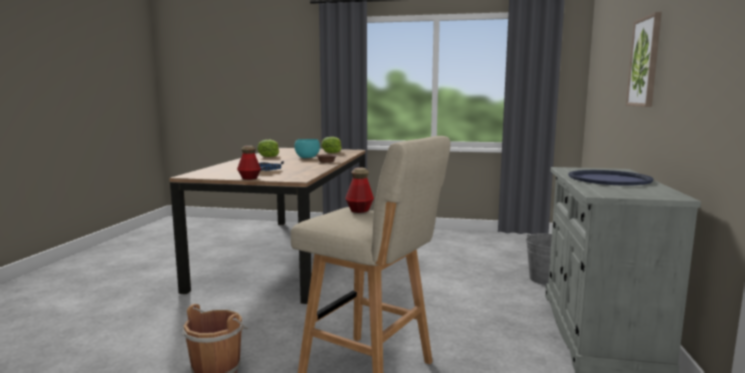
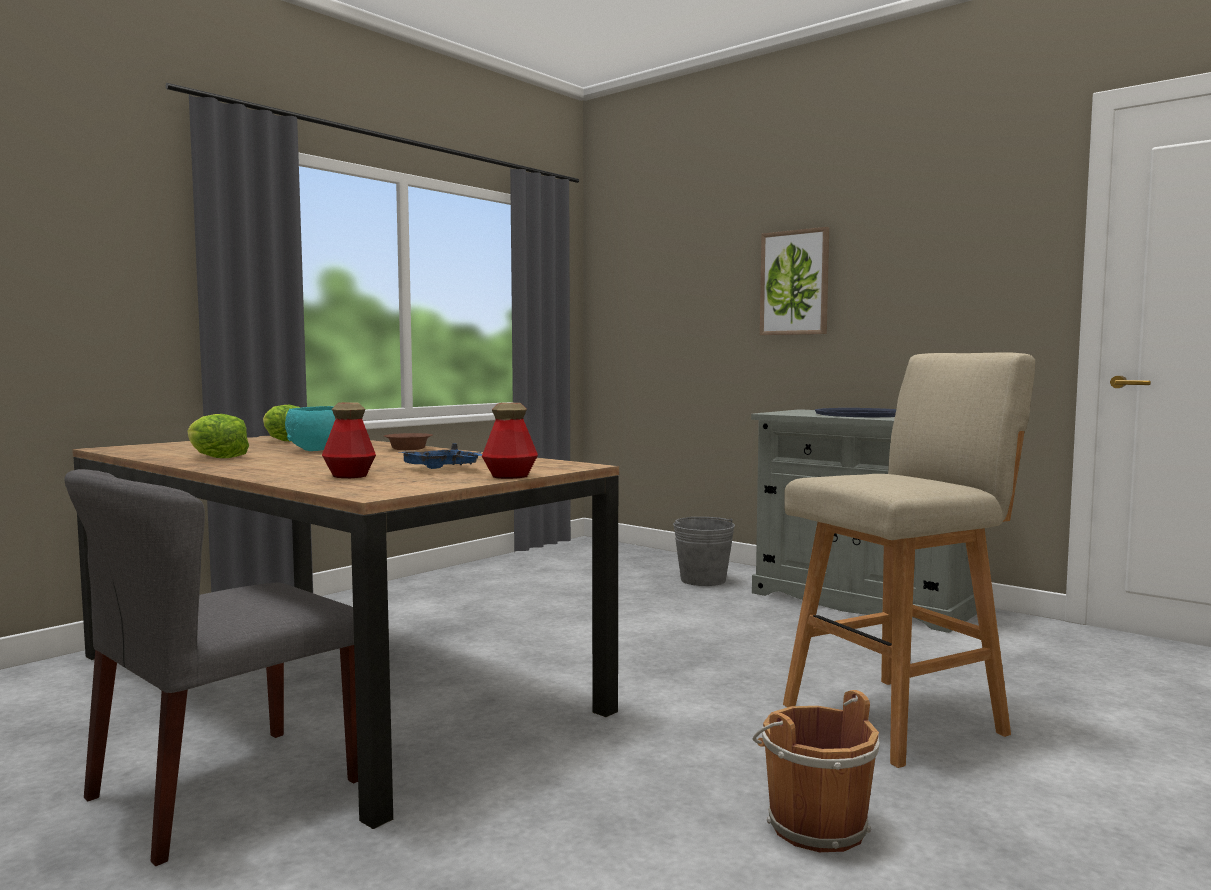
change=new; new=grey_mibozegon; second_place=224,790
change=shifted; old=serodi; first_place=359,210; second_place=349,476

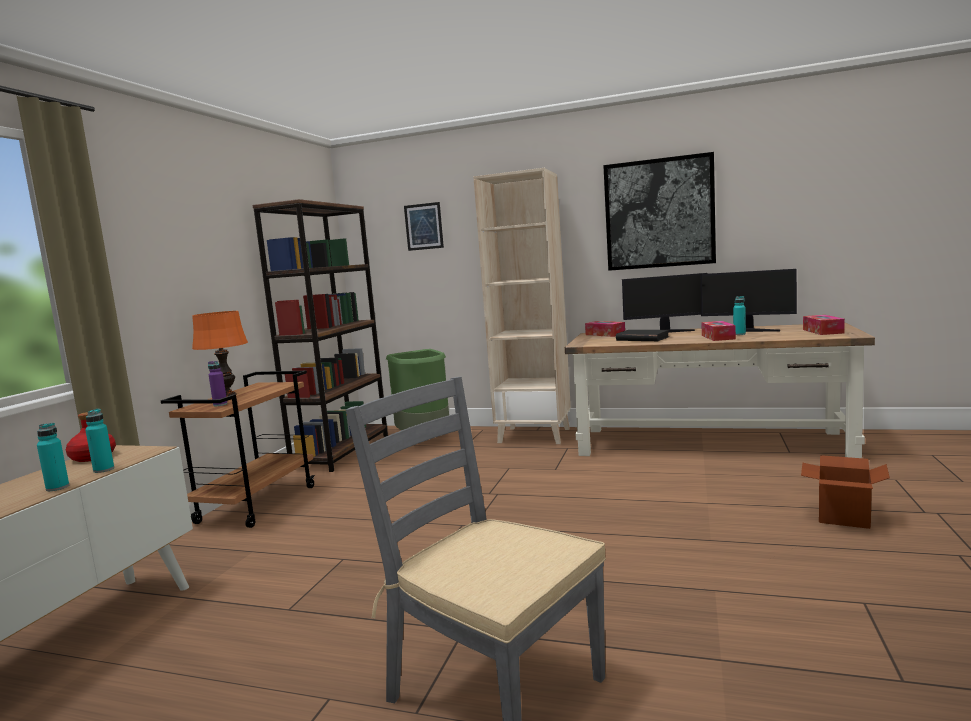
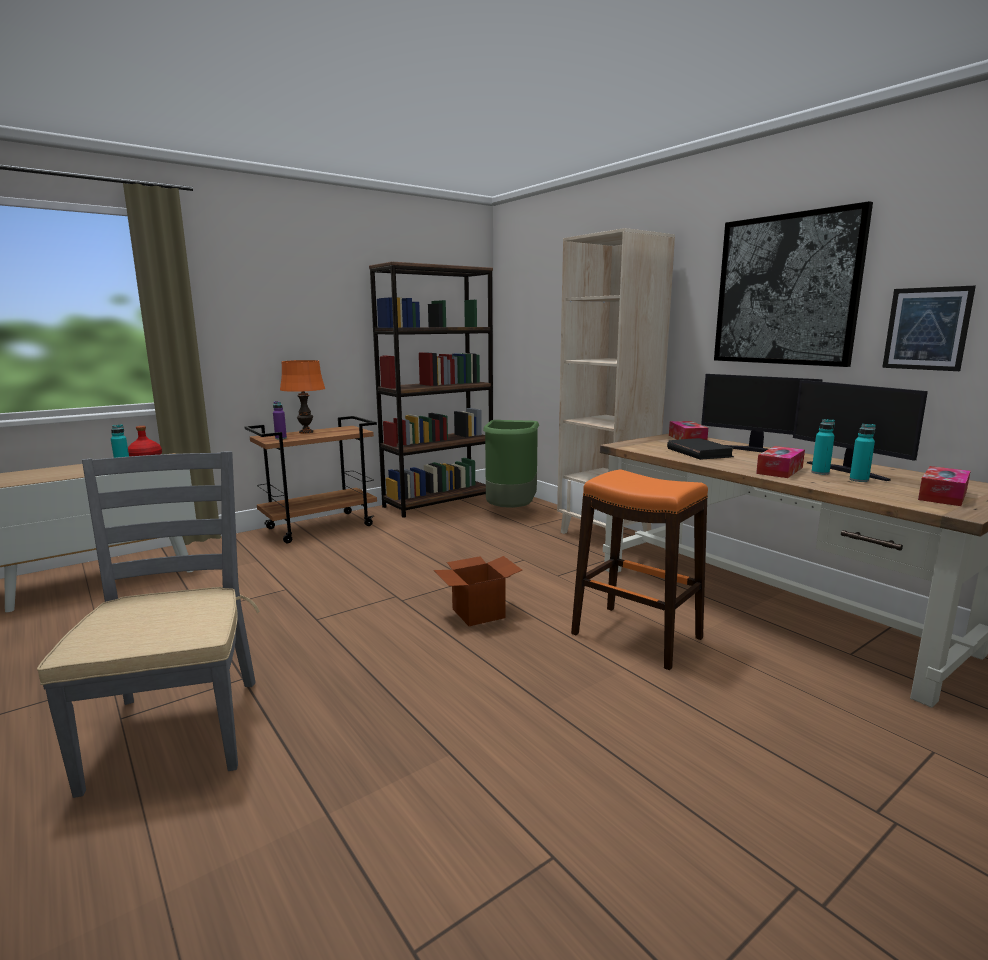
change=shifted; old=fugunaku; first_place=844,517; second_place=478,613
change=new; new=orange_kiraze; second_place=635,636
change=shifted; old=turquoise_serodi; first_place=57,487; second_place=859,480
change=shifted; old=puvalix; first_place=423,226; second_place=926,329

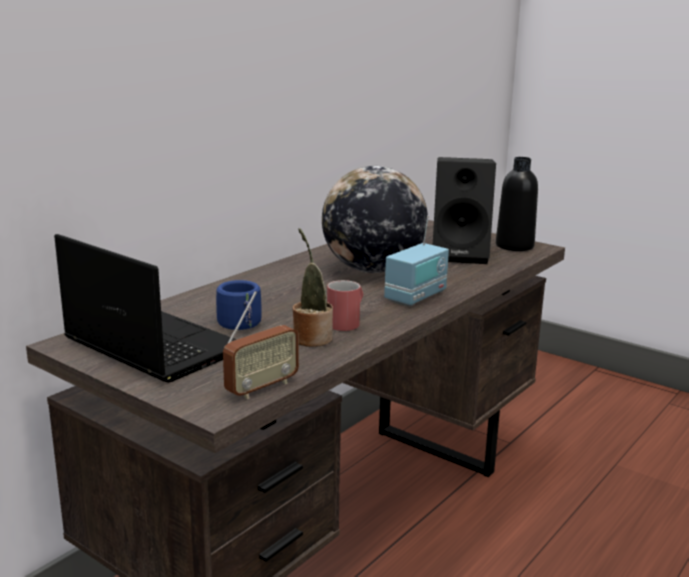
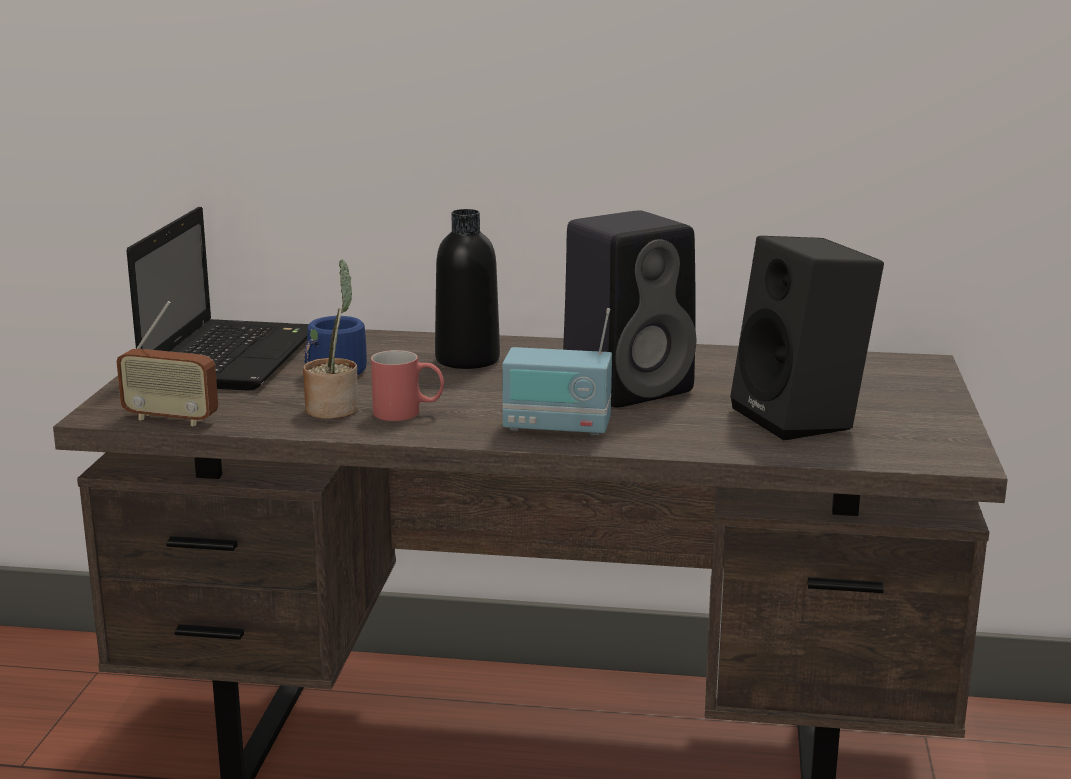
change=shifted; old=black_serodi; first_place=514,246; second_place=467,359
change=swapped; old=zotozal; new=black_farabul; first_place=372,270; second_place=630,387

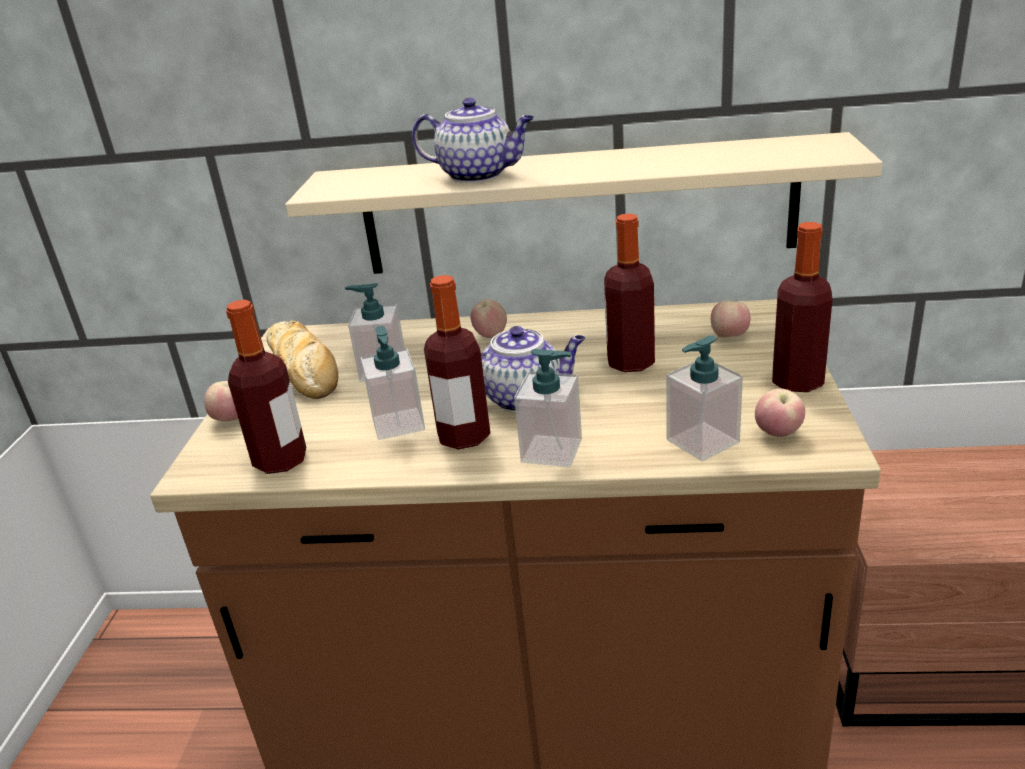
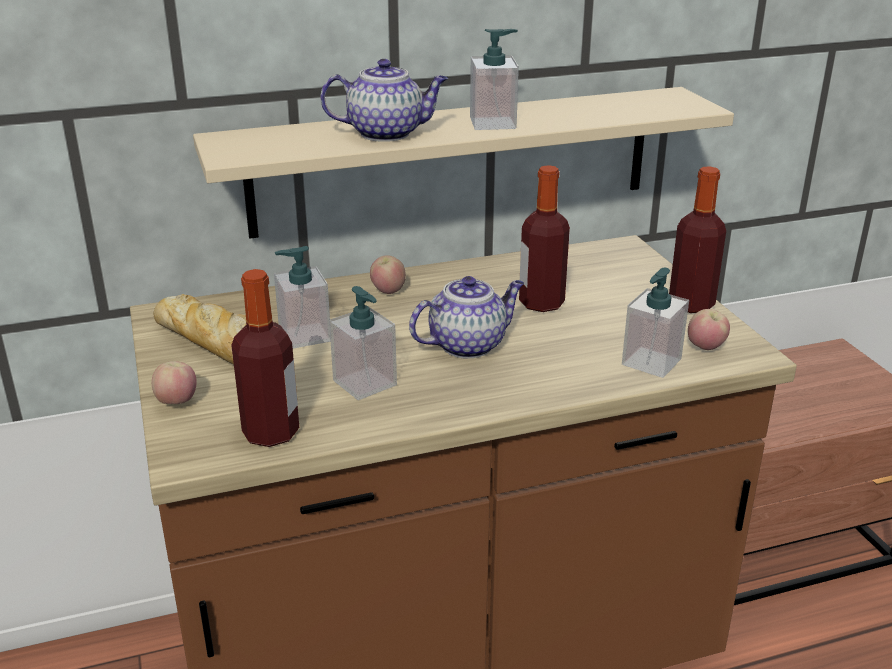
change=shifted; old=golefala; first_place=552,451; second_place=493,123
change=gone; old=serodi; first_place=464,436
change=gone; old=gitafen; first_place=729,337

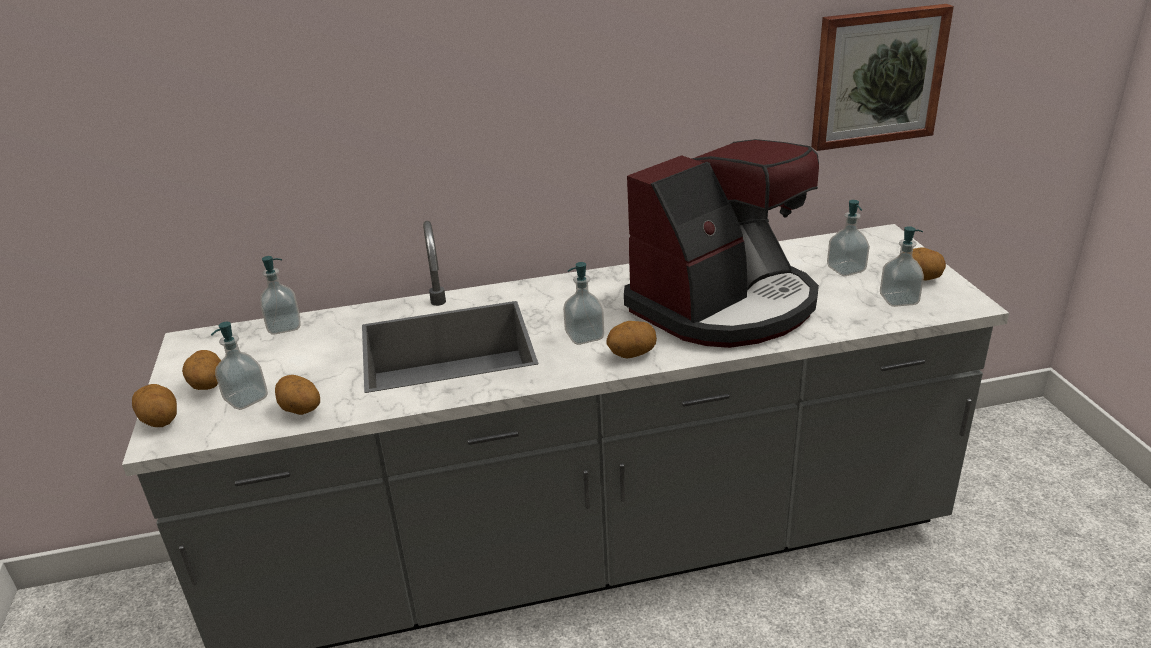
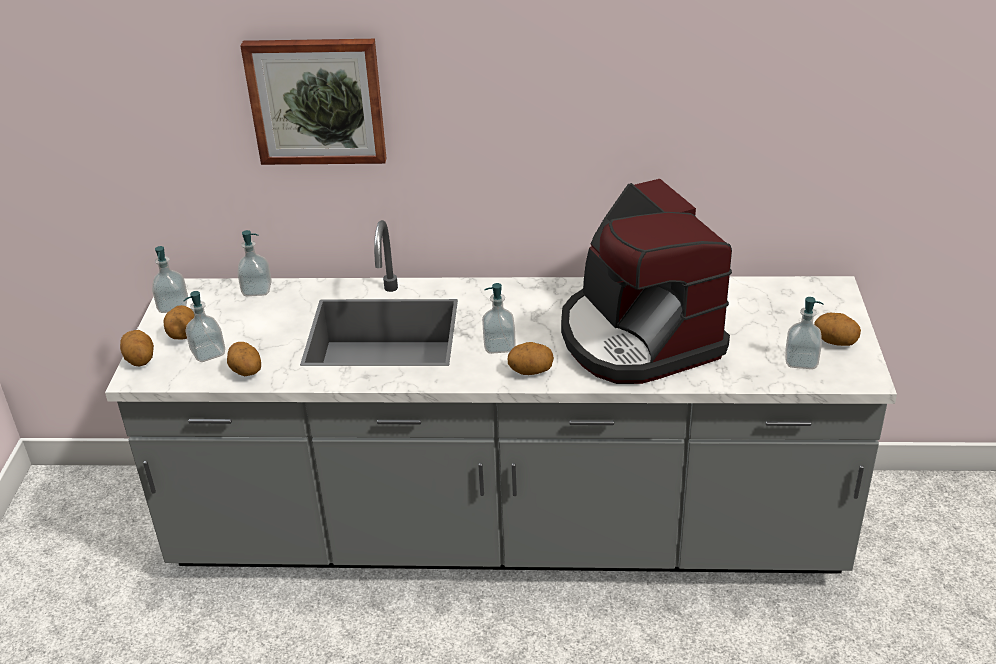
change=shifted; old=golefala; first_place=846,269; second_place=173,306
change=shifted; old=puvalix; first_place=877,77; second_place=317,100
change=rotated; old=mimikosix; first_place=725,305; second_place=637,337; degrees=90

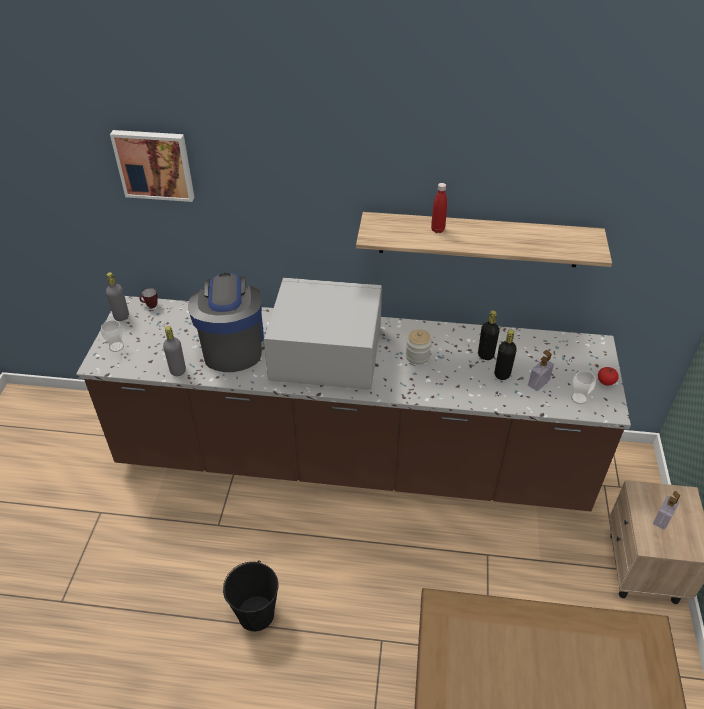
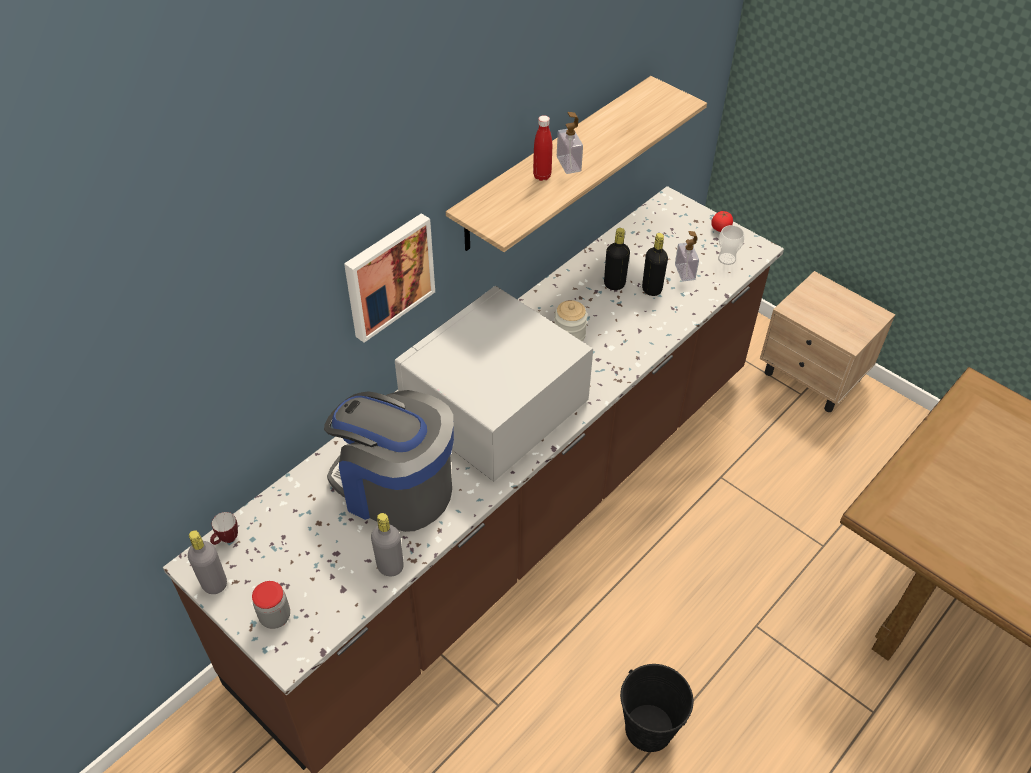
change=swapped; old=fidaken; new=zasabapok; first_place=116,347; second_place=275,617
change=shifted; old=puvalix; first_place=154,164; second_place=388,275
change=shifted; old=golefala; first_place=662,519; second_place=568,164

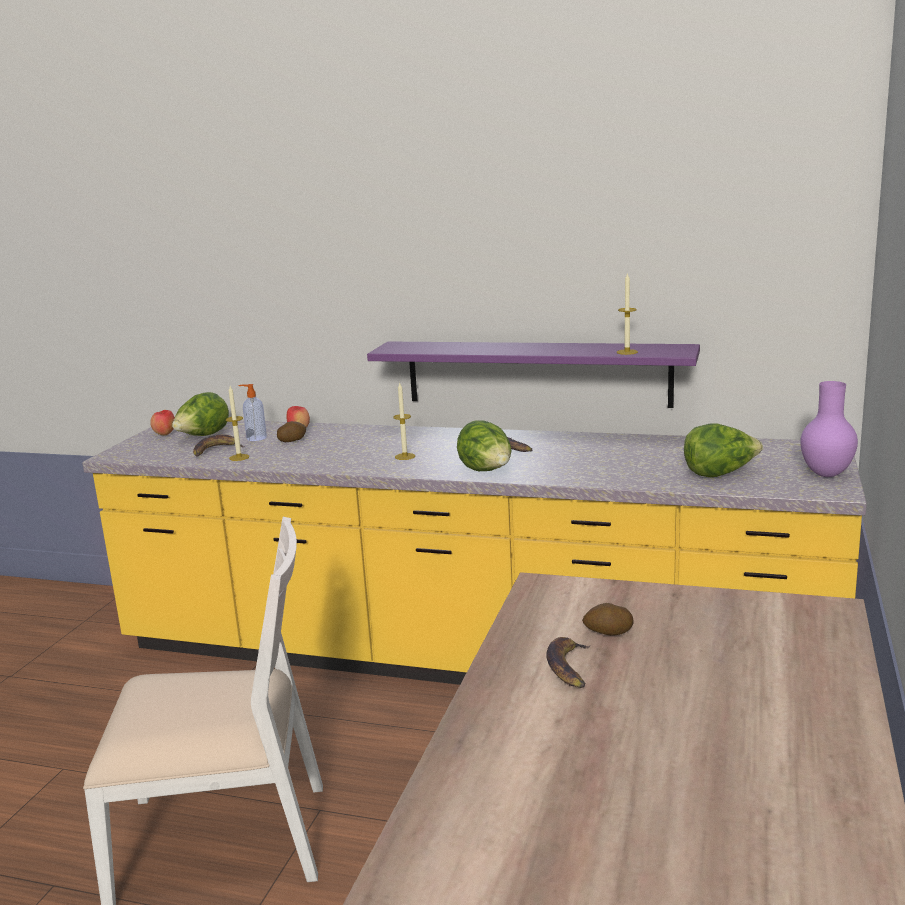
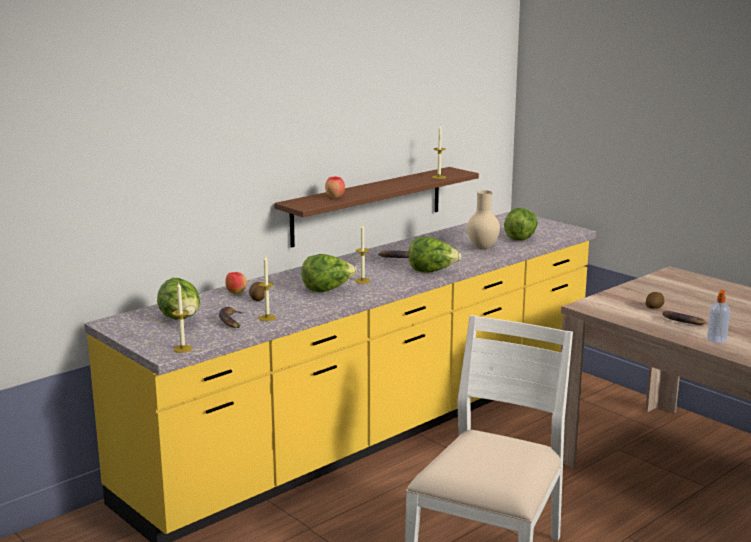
change=new; new=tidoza; second_place=182,349
change=repainted; old=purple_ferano; new=brown_ferano; first_place=537,373; second_place=368,205
change=new; new=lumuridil; second_place=327,290
change=shifted; old=gitafen; first_place=164,434; second_place=335,197
change=new; new=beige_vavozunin; second_place=482,248
change=shifted; old=golefala; first_place=255,438; second_place=716,339
change=gone; old=purple_vavozunin; first_place=826,474

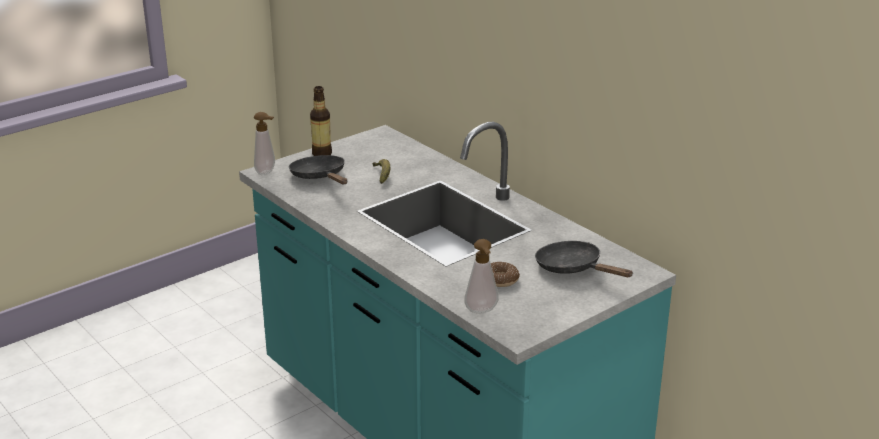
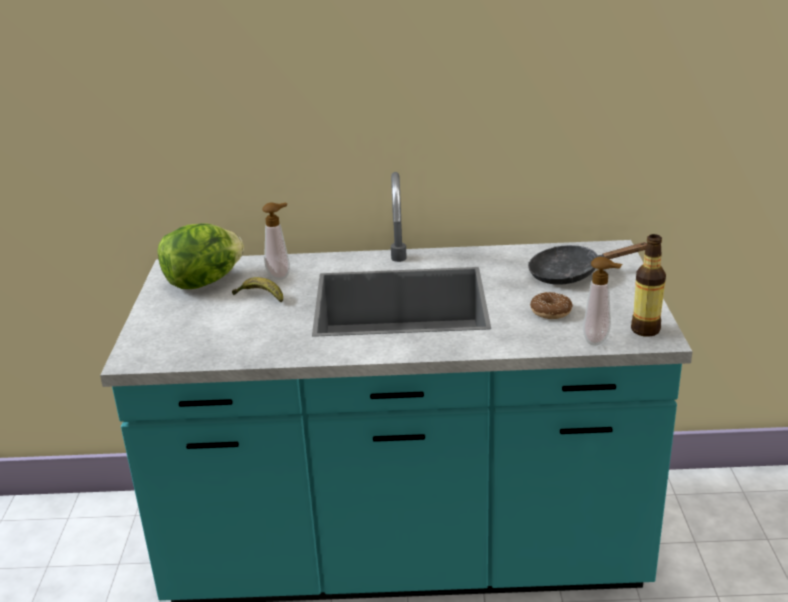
change=new; new=lumuridil; second_place=203,282
change=shifted; old=golefala; first_place=267,172; second_place=281,275
change=shifted; old=serodi; first_place=322,154; second_place=645,330
change=gone; old=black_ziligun; first_place=320,177

